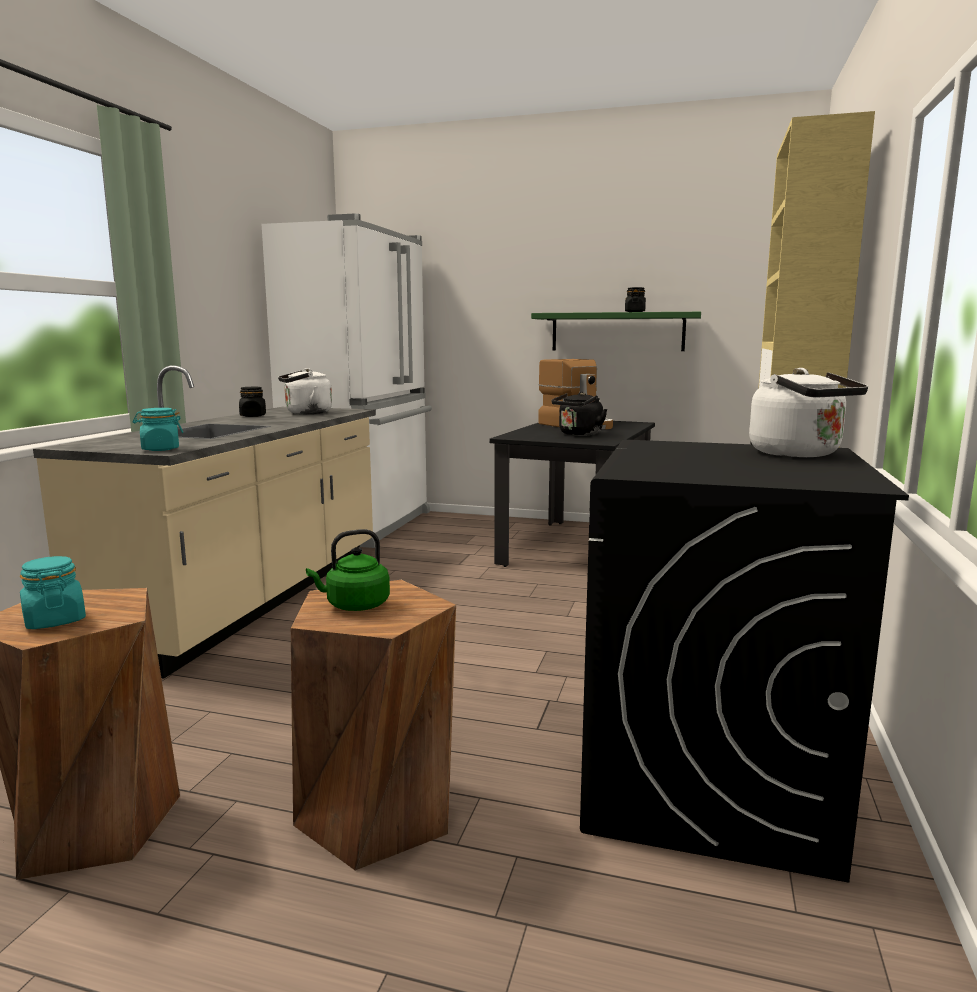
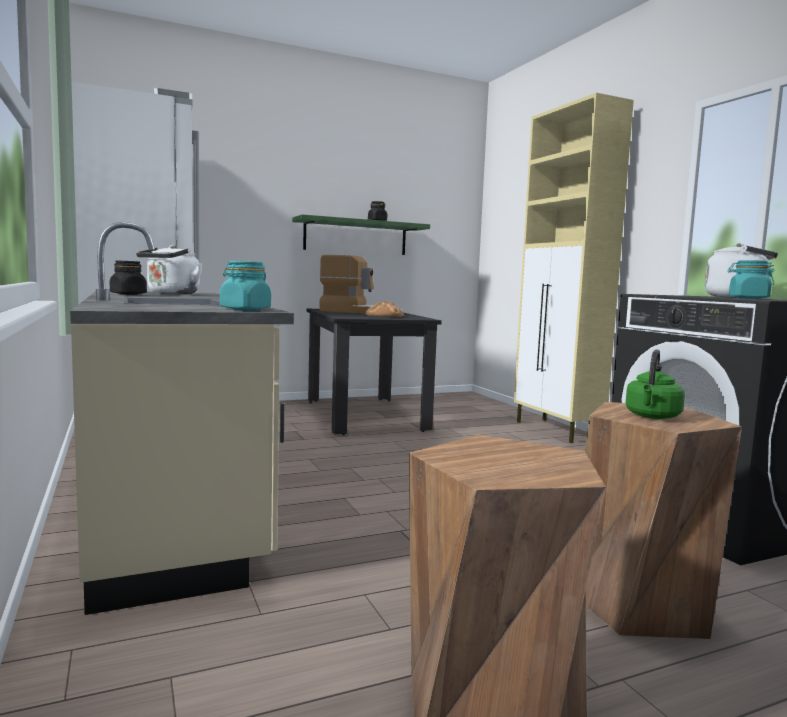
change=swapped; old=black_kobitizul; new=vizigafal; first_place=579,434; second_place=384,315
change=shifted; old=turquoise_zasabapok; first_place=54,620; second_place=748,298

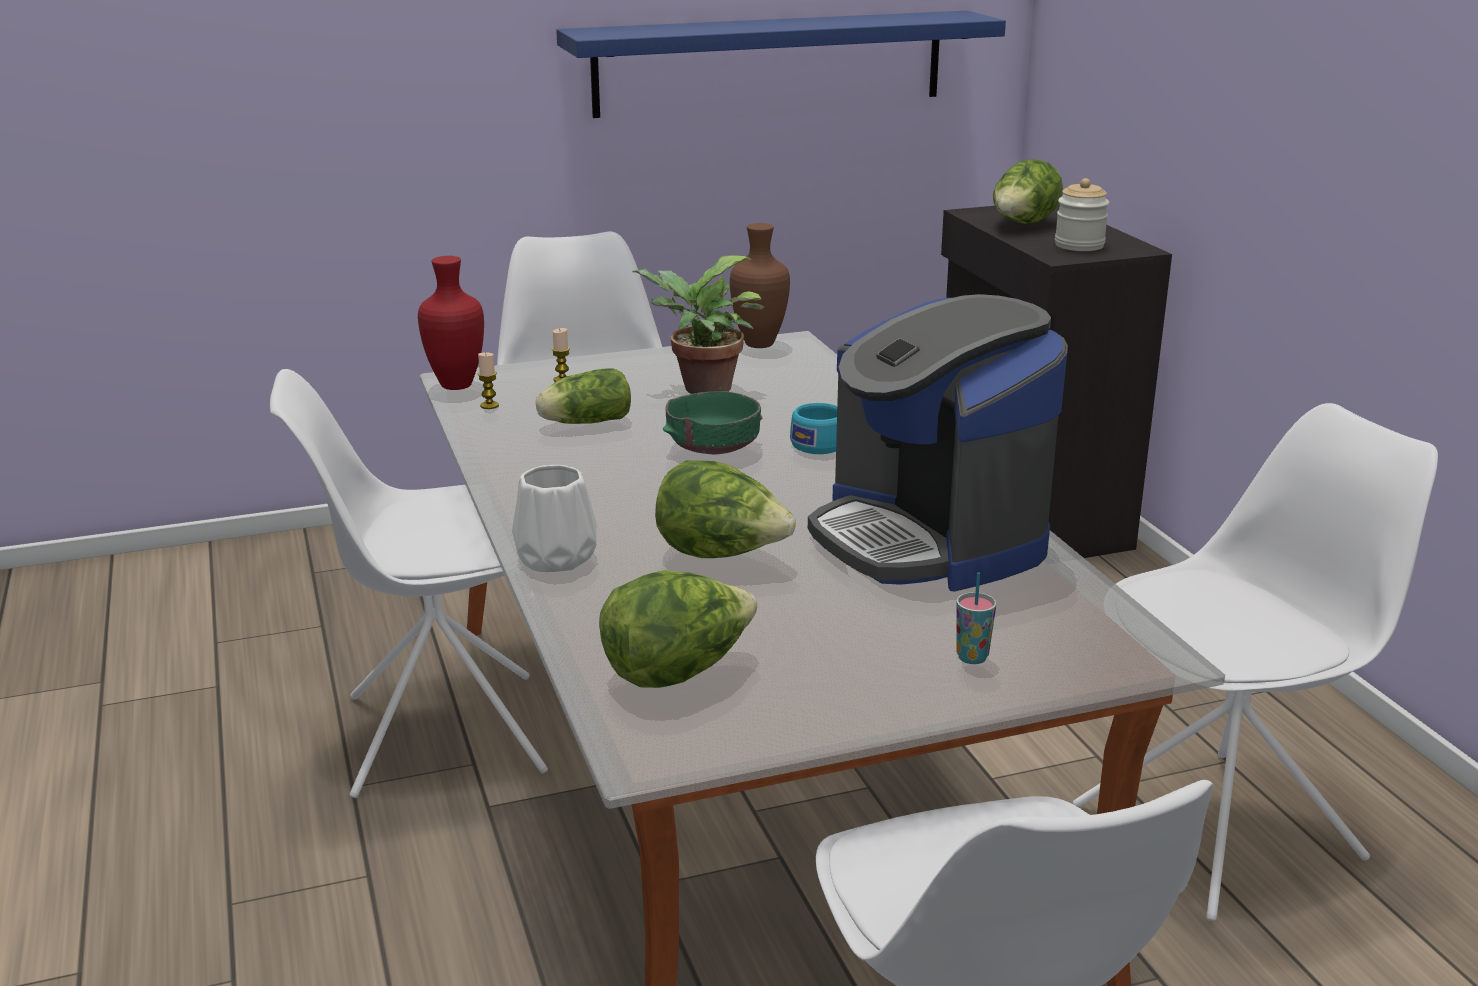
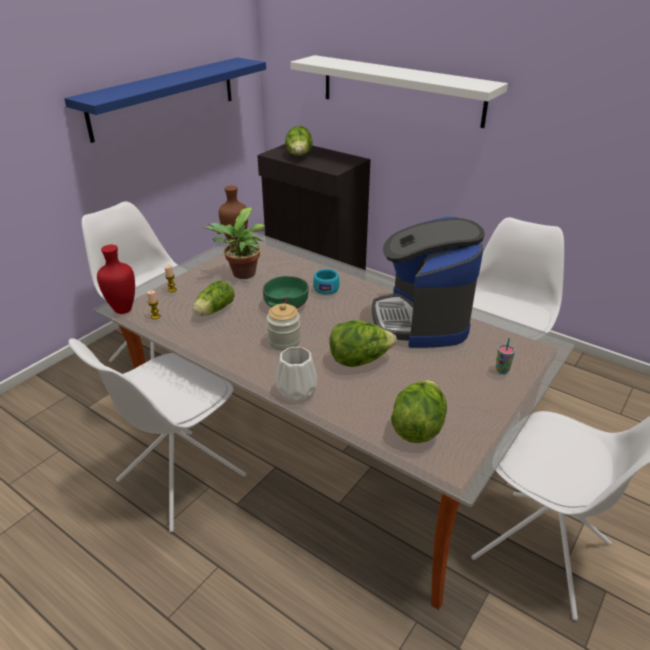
change=shifted; old=zasabapok; first_place=1079,245; second_place=284,341
change=new; new=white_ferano; second_place=401,90
change=rotated; old=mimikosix; first_place=929,539; second_place=421,320; degrees=60

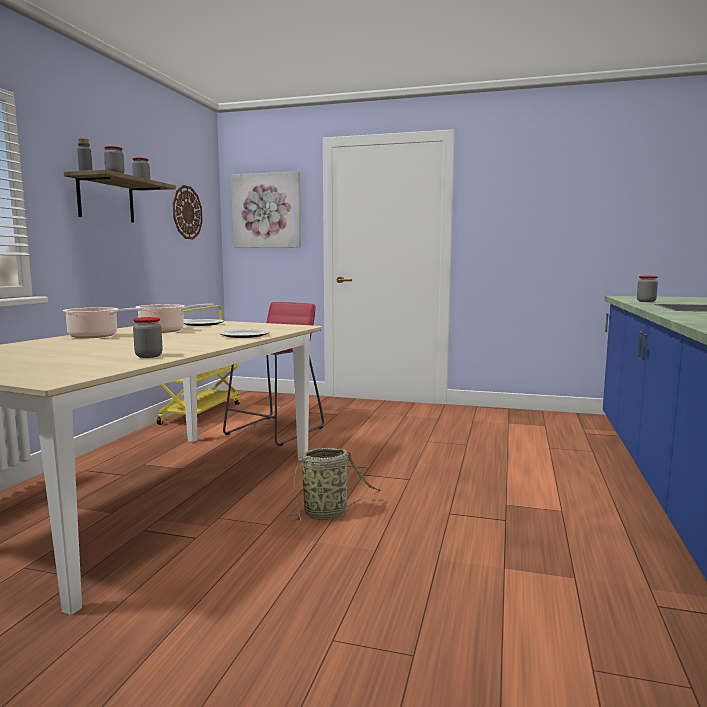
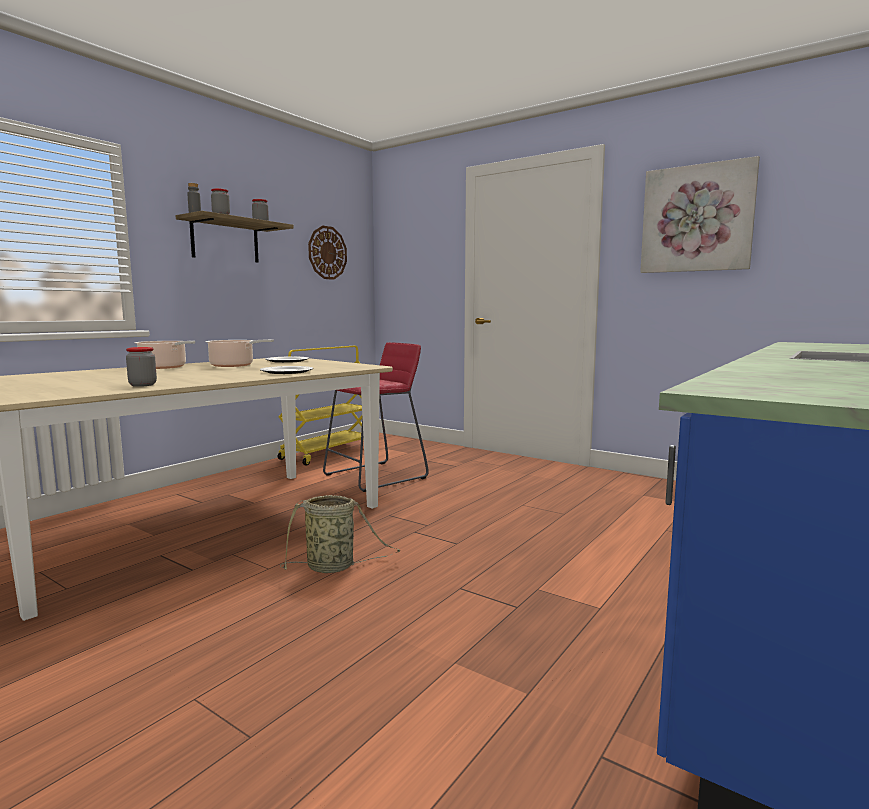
change=shifted; old=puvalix; first_place=267,211; second_place=697,219
change=gone; old=zasabapok; first_place=646,301

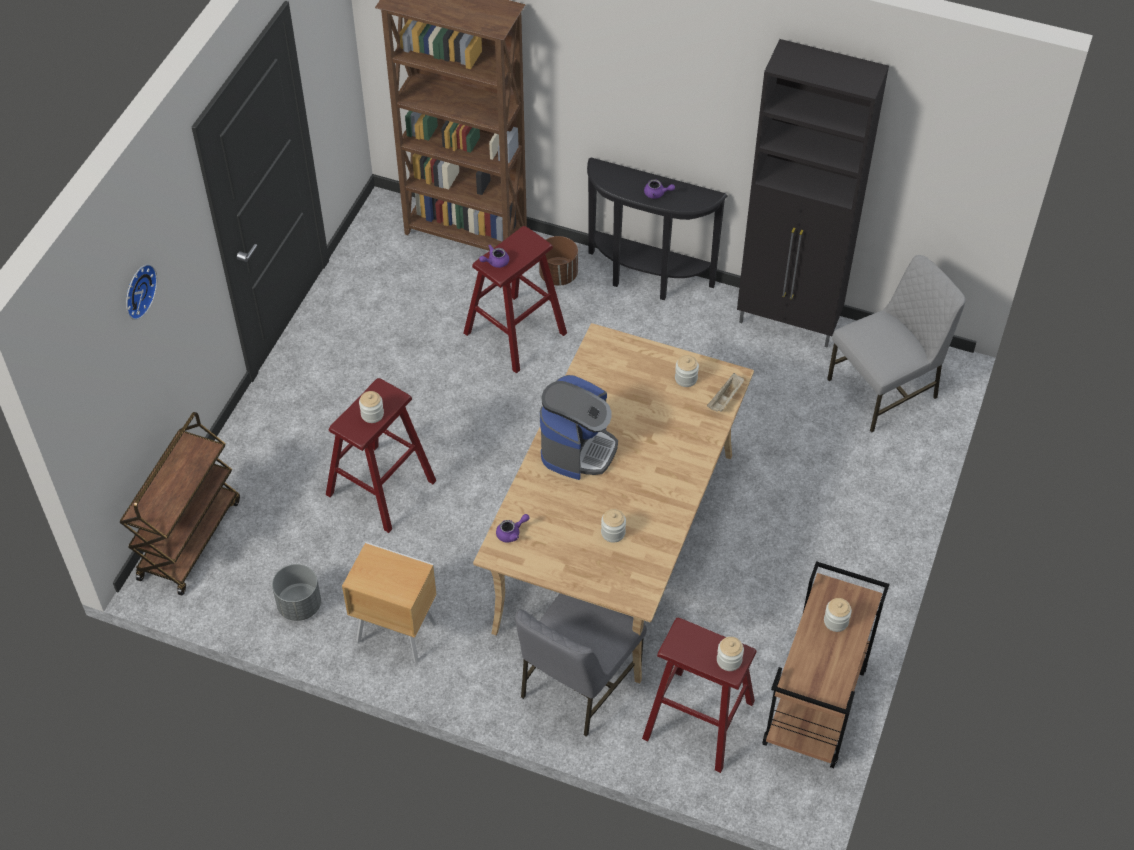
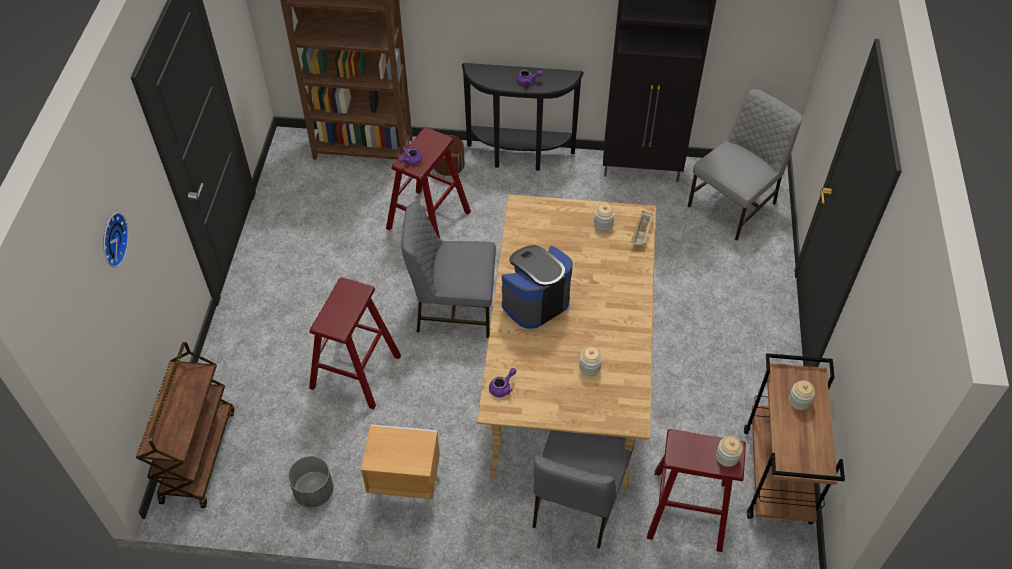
change=new; new=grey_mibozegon; second_place=453,308
change=rotated; old=mimikosix; first_place=578,449; second_place=534,301; degrees=-135
change=gone; old=zasabapok; first_place=372,414

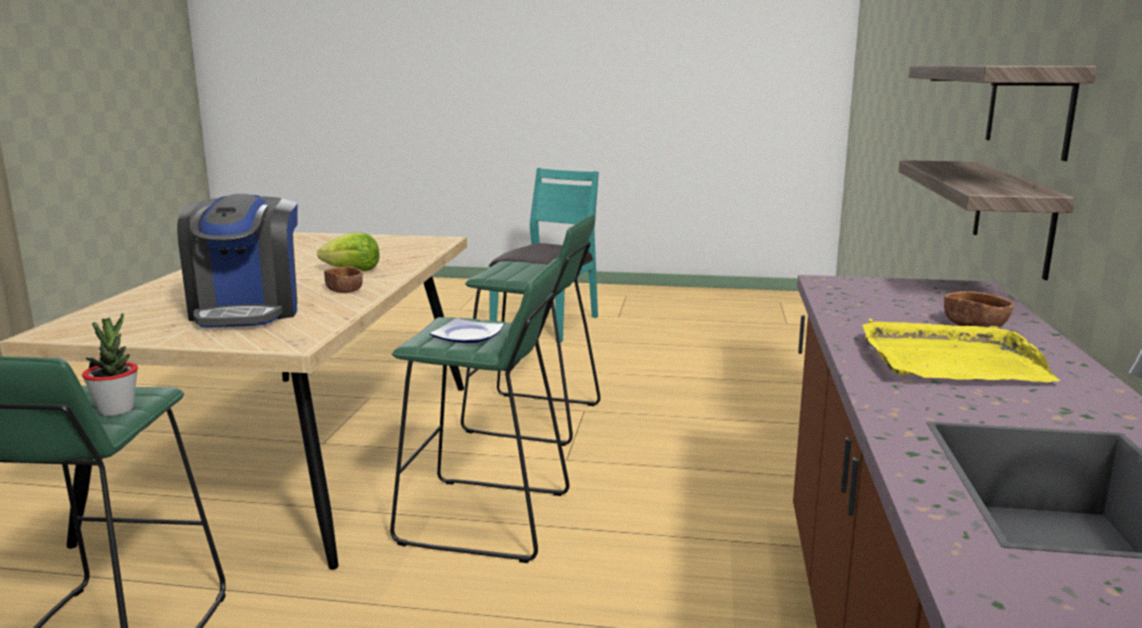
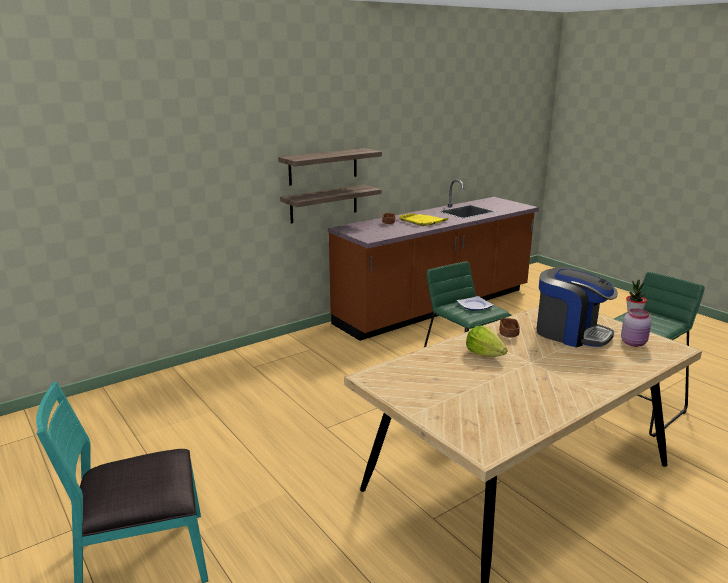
change=rotated; old=mimikosix; first_place=247,311; second_place=571,333; degrees=90
change=new; new=pink_zasabapok; second_place=634,343
change=gone; old=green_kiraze; first_place=533,419

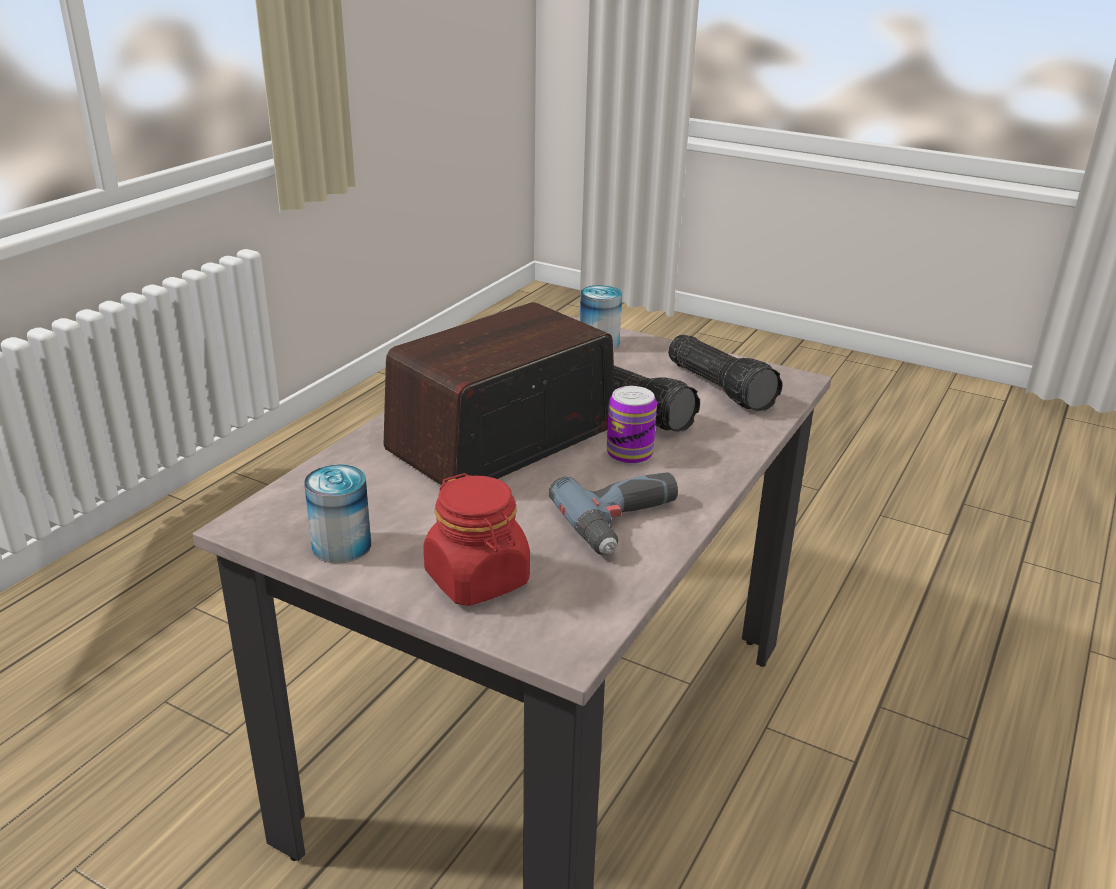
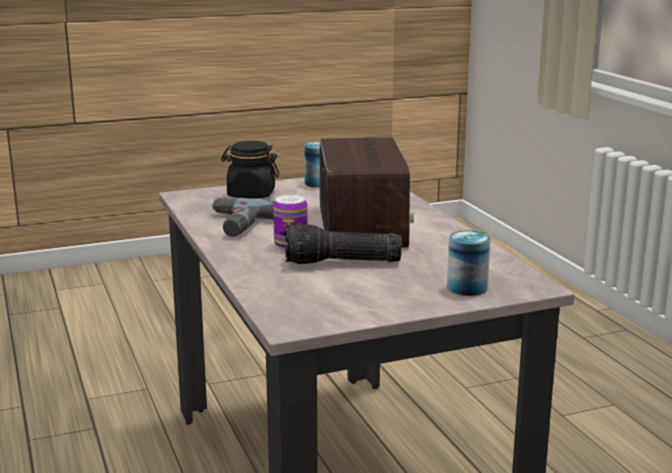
change=repainted; old=red_zasabapok; new=black_zasabapok; first_place=477,579; second_place=251,194
change=gone; old=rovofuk; first_place=721,387

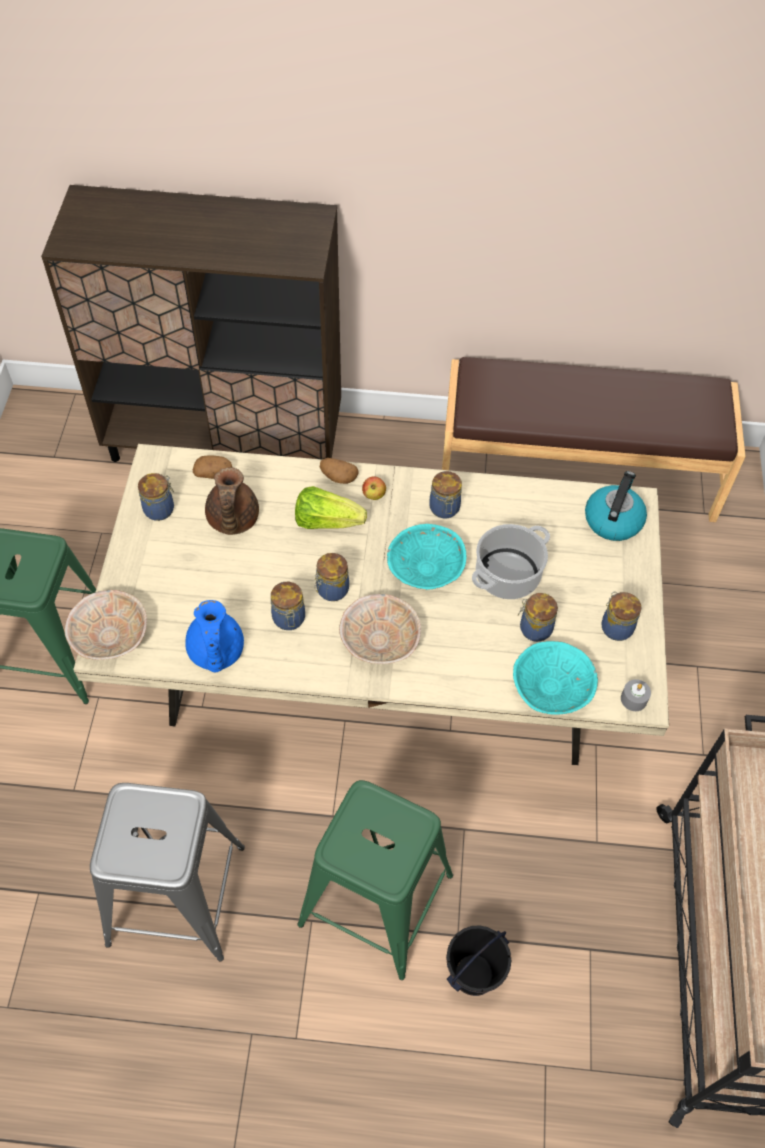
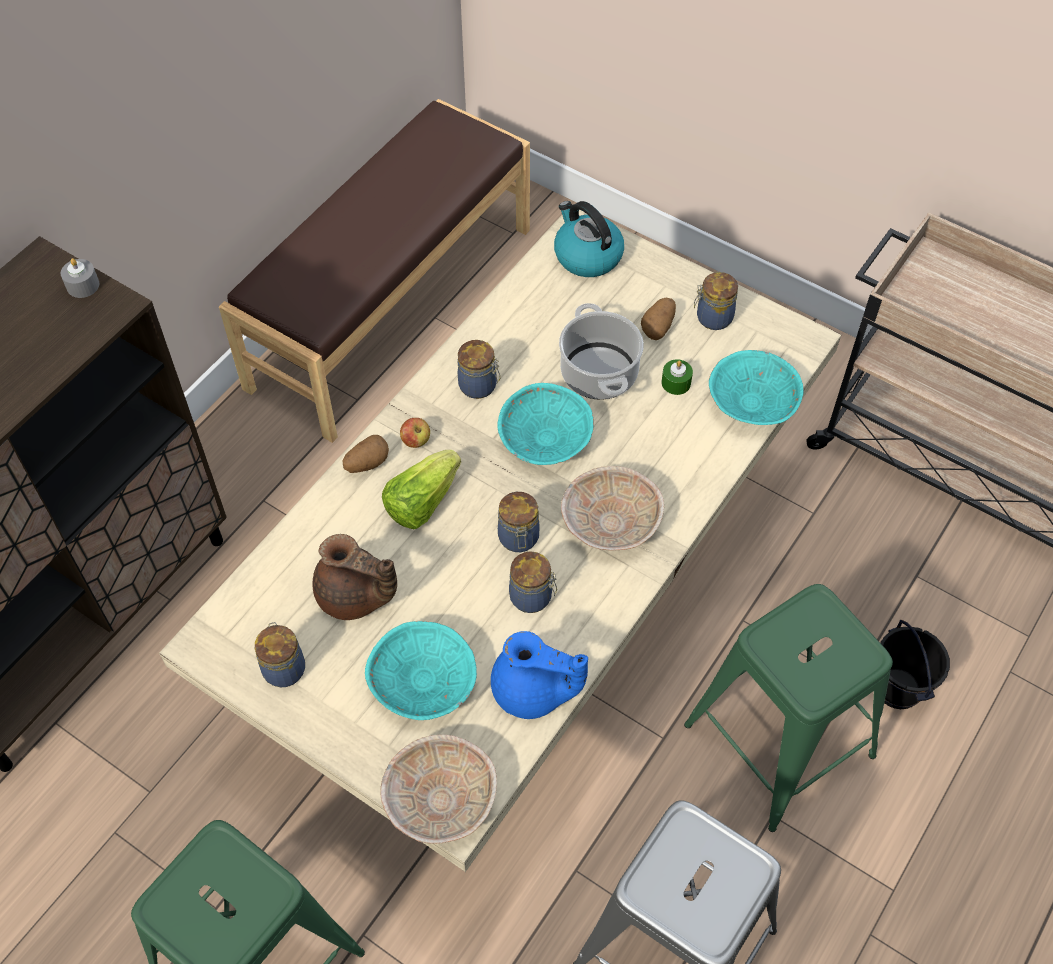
change=shifted; old=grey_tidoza; first_place=633,699; second_place=83,285
change=new; new=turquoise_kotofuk; second_place=424,683
change=shifted; old=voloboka; first_place=214,474; second_place=658,327
change=swapped; old=zasabapok; new=green_tidoza; first_place=534,628; second_place=676,383

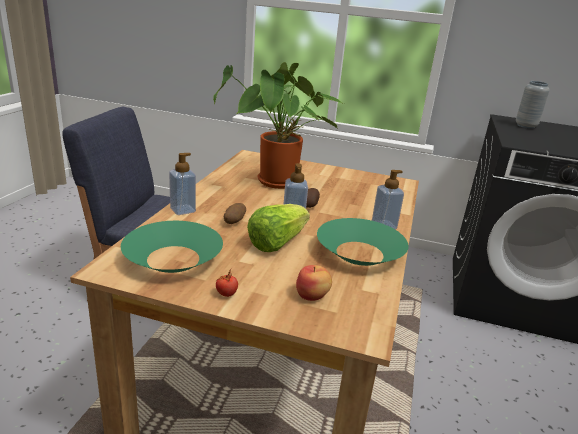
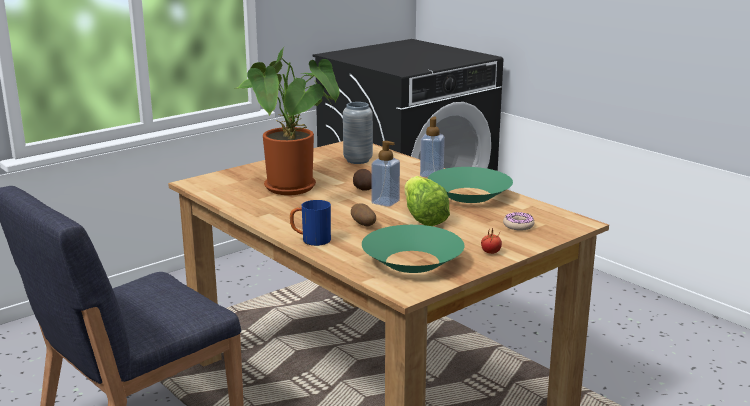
change=swapped; old=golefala; new=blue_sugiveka; first_place=183,210; second_place=310,240
change=shifted; old=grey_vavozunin; first_place=525,126; second_place=358,160
change=swapped; old=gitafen; new=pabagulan; first_place=312,296; second_place=518,225

